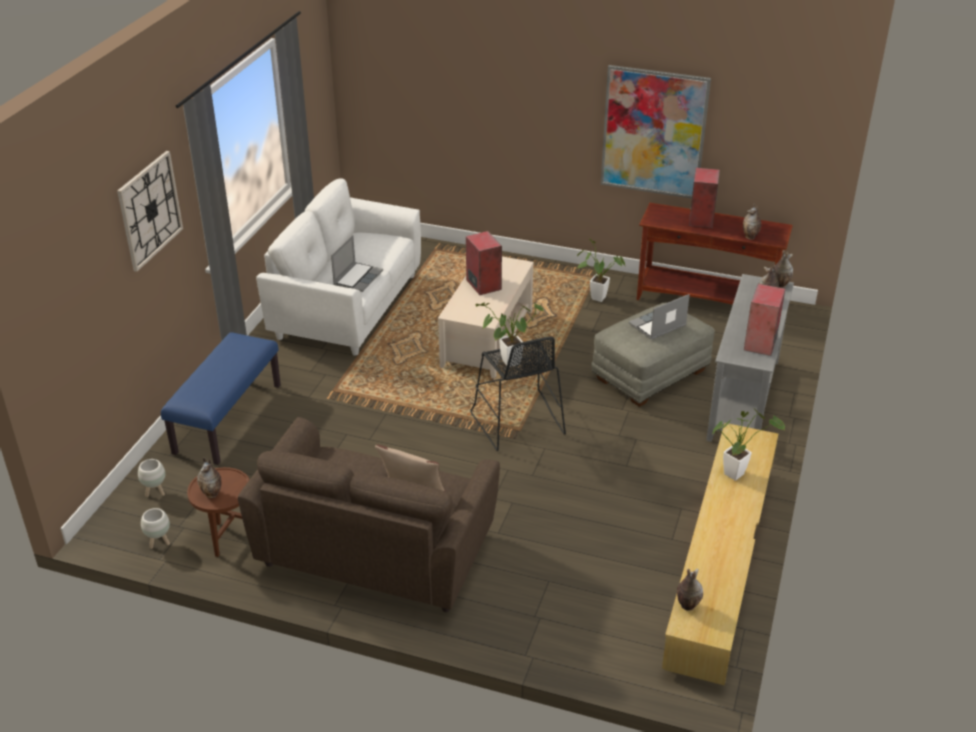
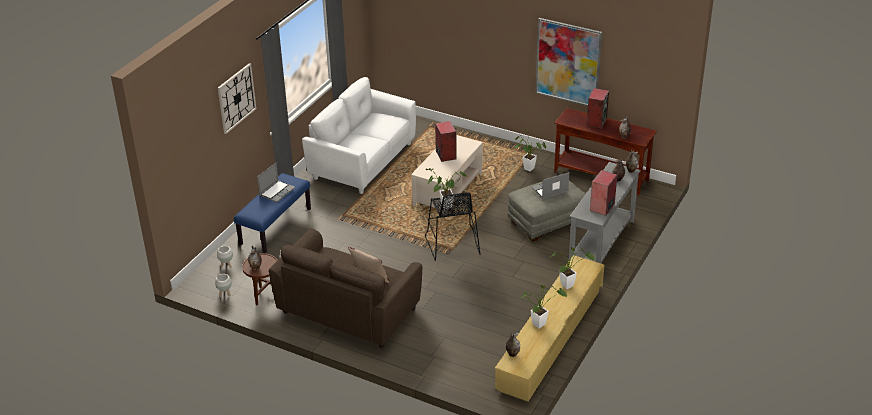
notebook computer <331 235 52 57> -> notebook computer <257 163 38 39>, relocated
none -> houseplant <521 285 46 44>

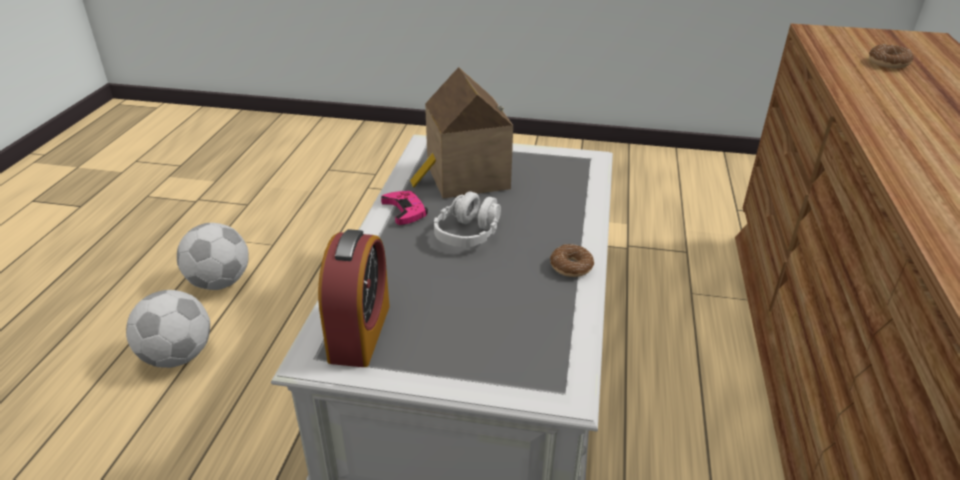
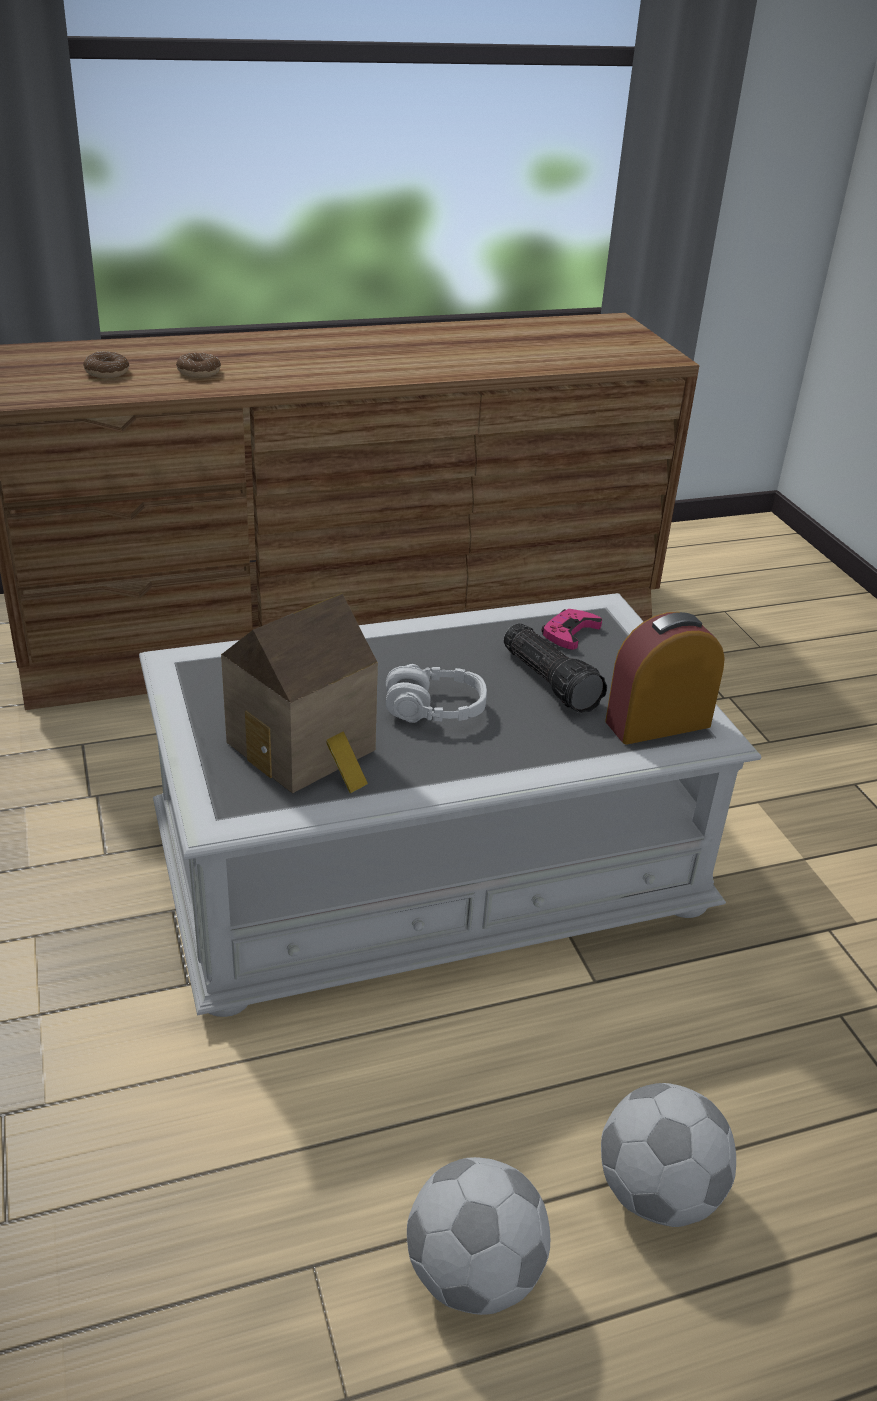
pinkish game controller <381 191 47 34> -> pinkish game controller <542 609 60 41>, relocated
donut <550 244 44 33> -> donut <176 353 45 25>, relocated
none -> hand torch <504 624 103 89>

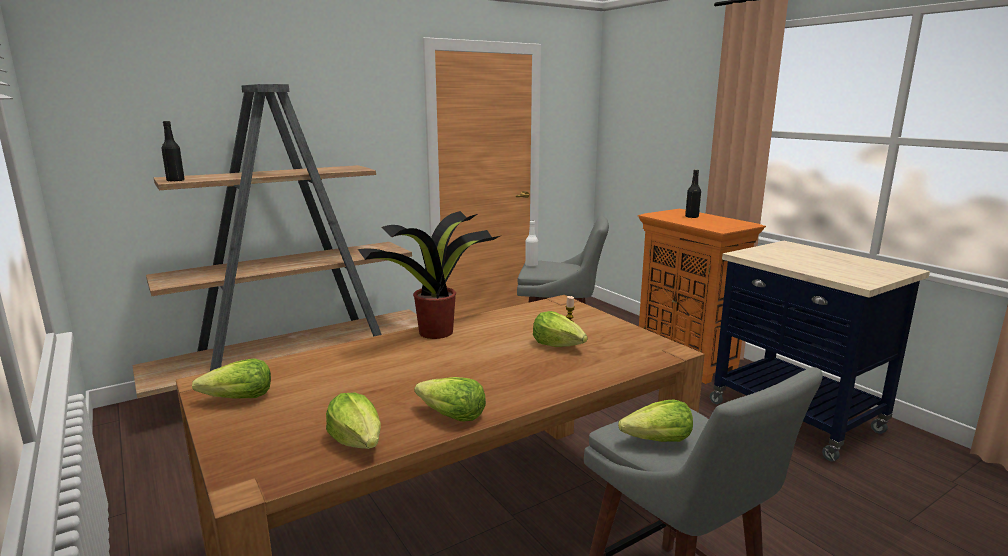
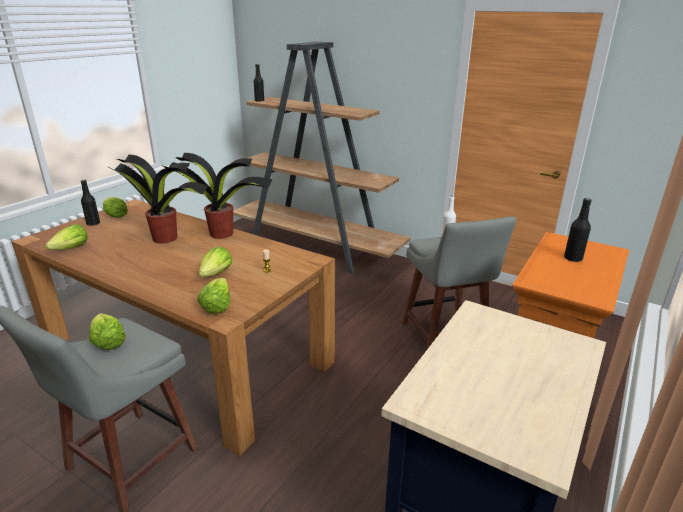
head of lettuce <414 377 72 44> -> head of lettuce <197 278 34 36>, relocated
none -> houseplant <106 155 102 88>
none -> black-coloured bottle <81 180 19 46>

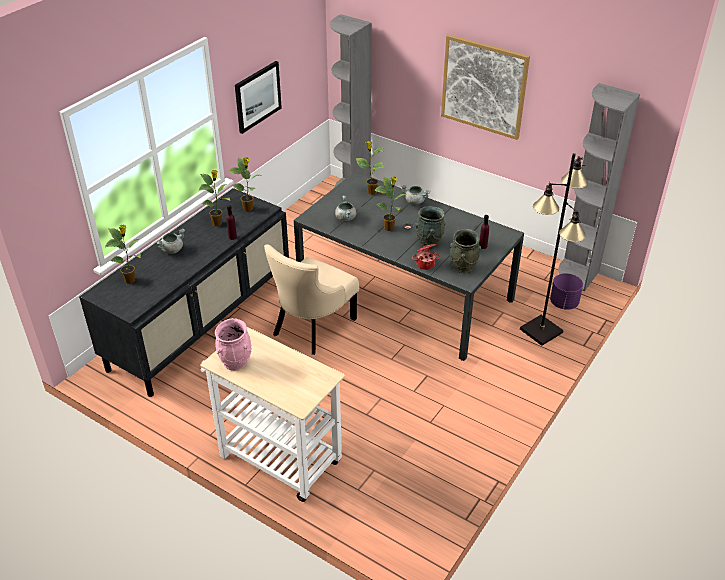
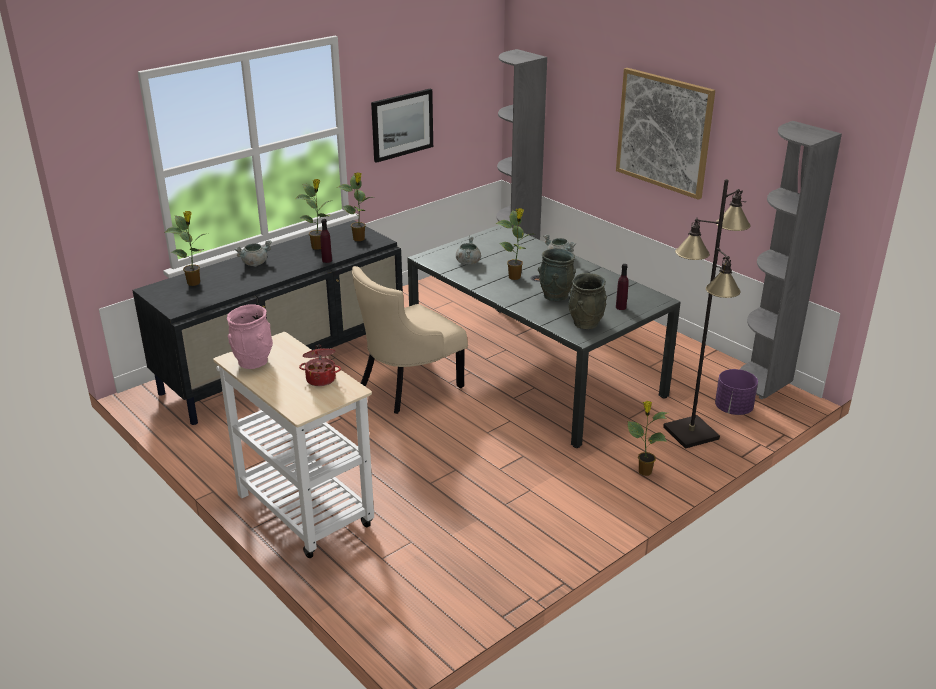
houseplant <356 141 29 54> -> houseplant <627 401 40 75>, relocated
stockpot <412 242 28 28> -> stockpot <299 345 42 41>, relocated

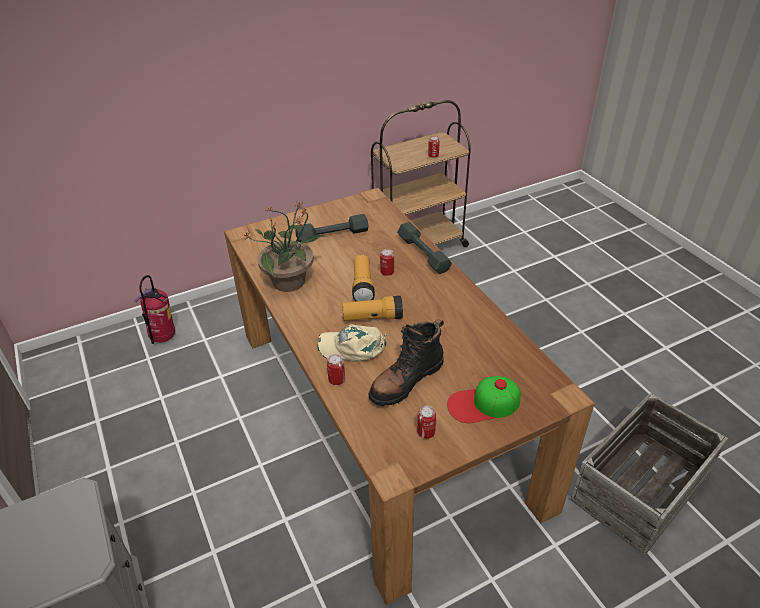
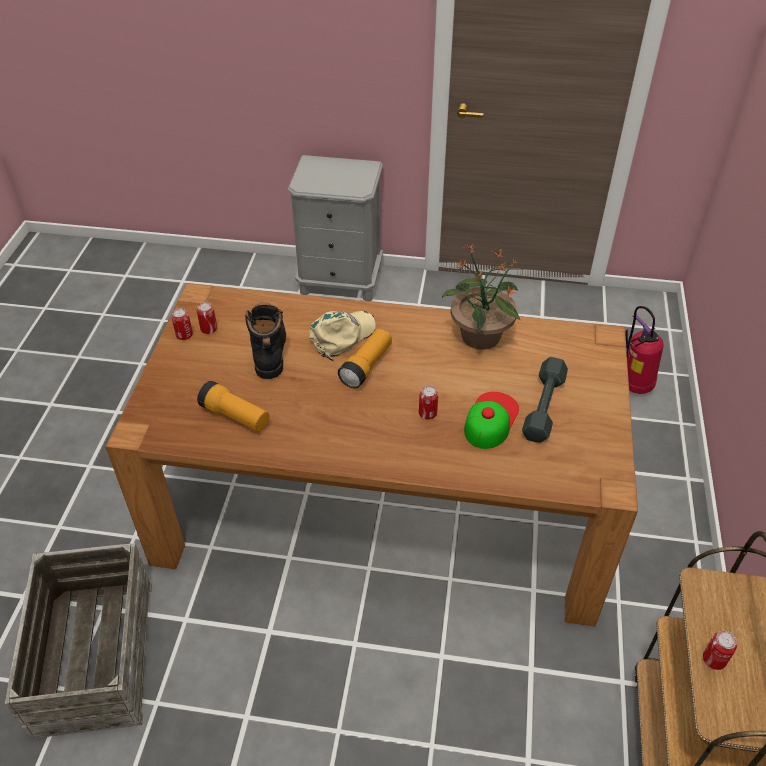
grey hand weight <397 222 55 52> -> none
hand torch <352 255 23 46> -> hand torch <197 381 72 51>, relocated
metal can <327 354 18 31> -> metal can <172 308 21 32>, relocated
peaked cap <447 376 73 47> -> peaked cap <464 392 55 57>, relocated

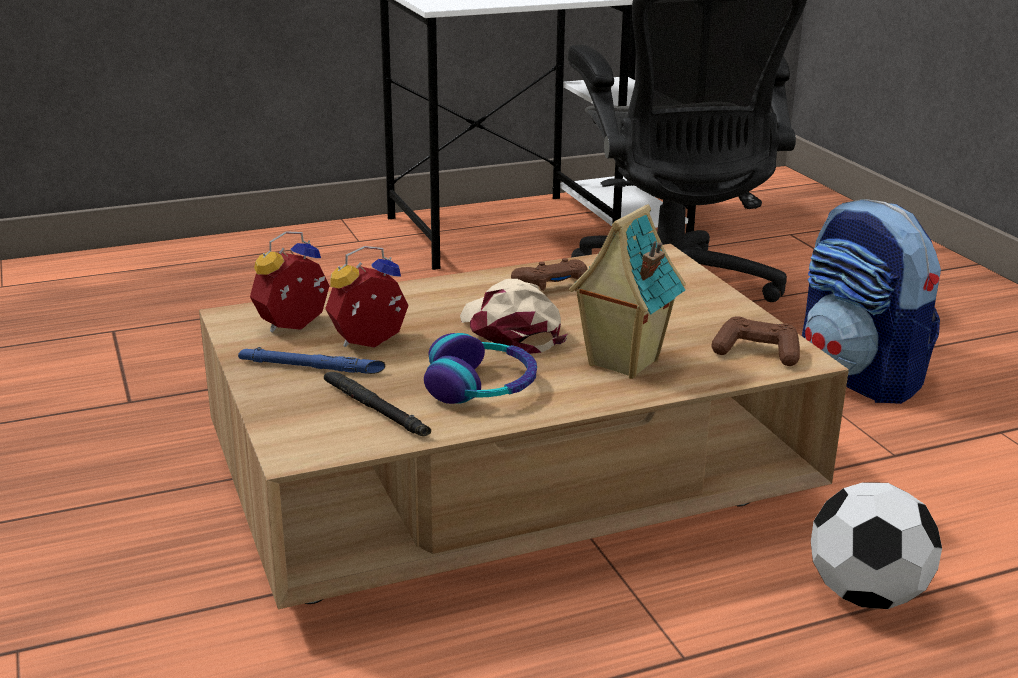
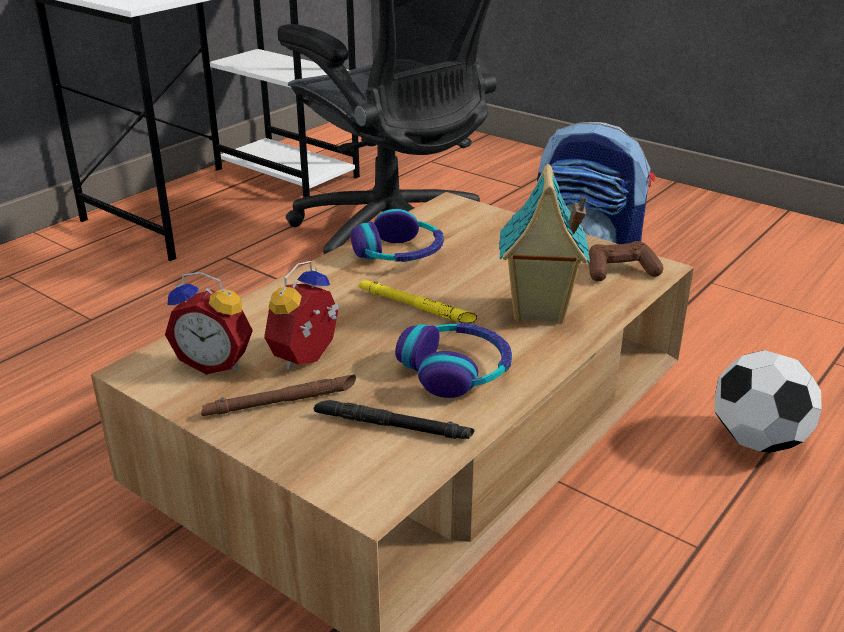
alarm clock <250 231 80 101> -> alarm clock <165 272 88 102>, 90 degrees counterclockwise
brown game controller <511 258 76 33> -> headset <351 209 93 53>
sand-coloured peaked cap <460 279 108 75> -> yellow-coloured hand torch <359 280 118 43>
blue hand torch <238 347 147 27> -> brown hand torch <201 374 155 42>

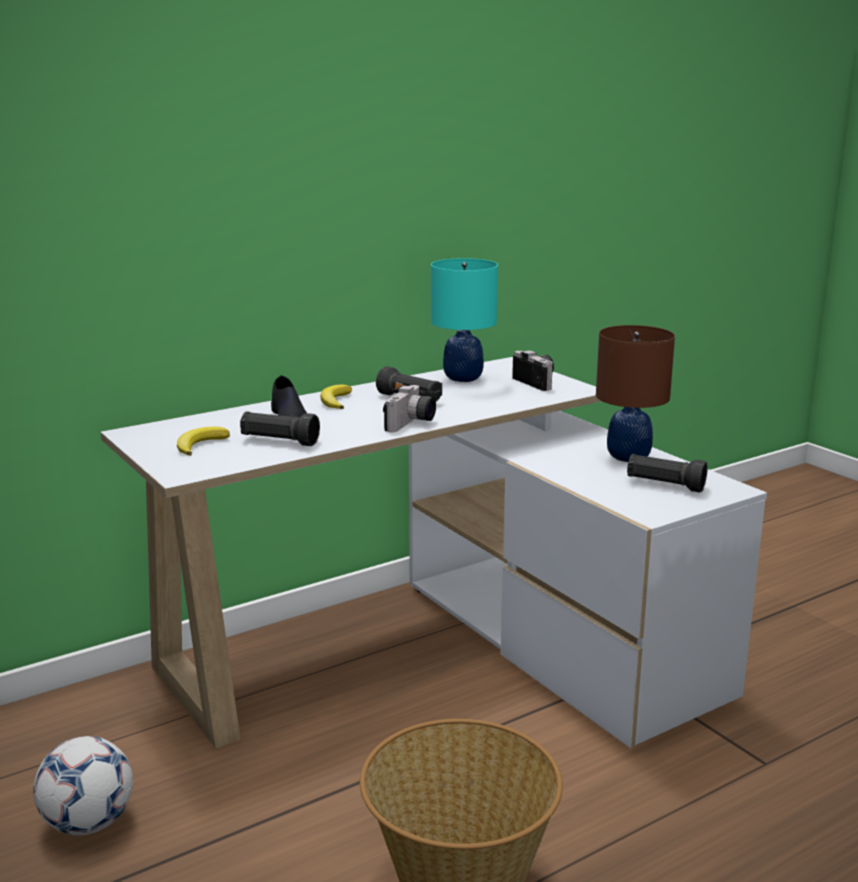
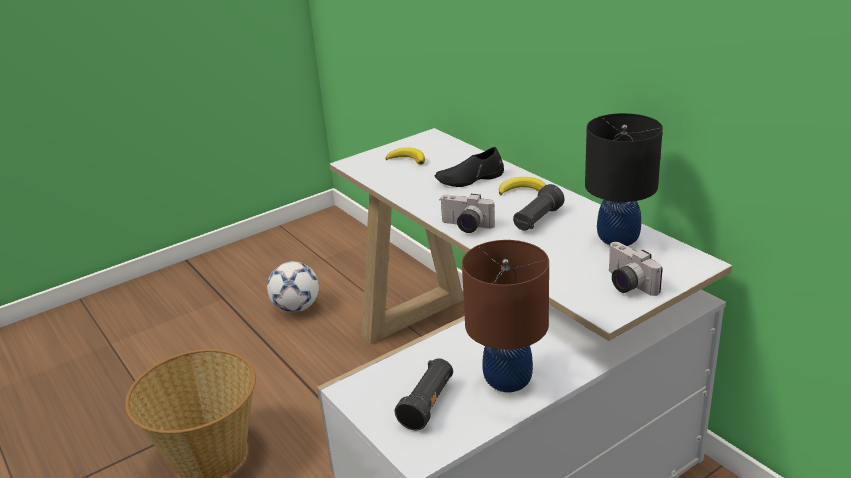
turquoise table lamp <431 258 67 124> -> black-coloured table lamp <585 113 78 133>
photo camera <512 350 42 41> -> photo camera <609 242 54 54>, 90 degrees clockwise
black-coloured hand torch <240 411 80 35> -> none

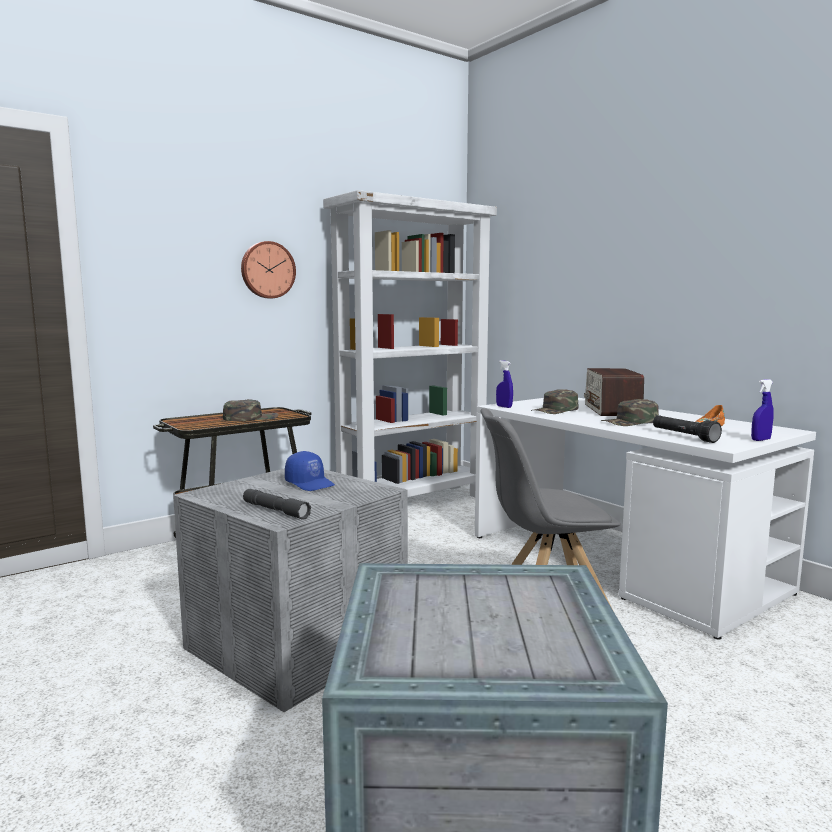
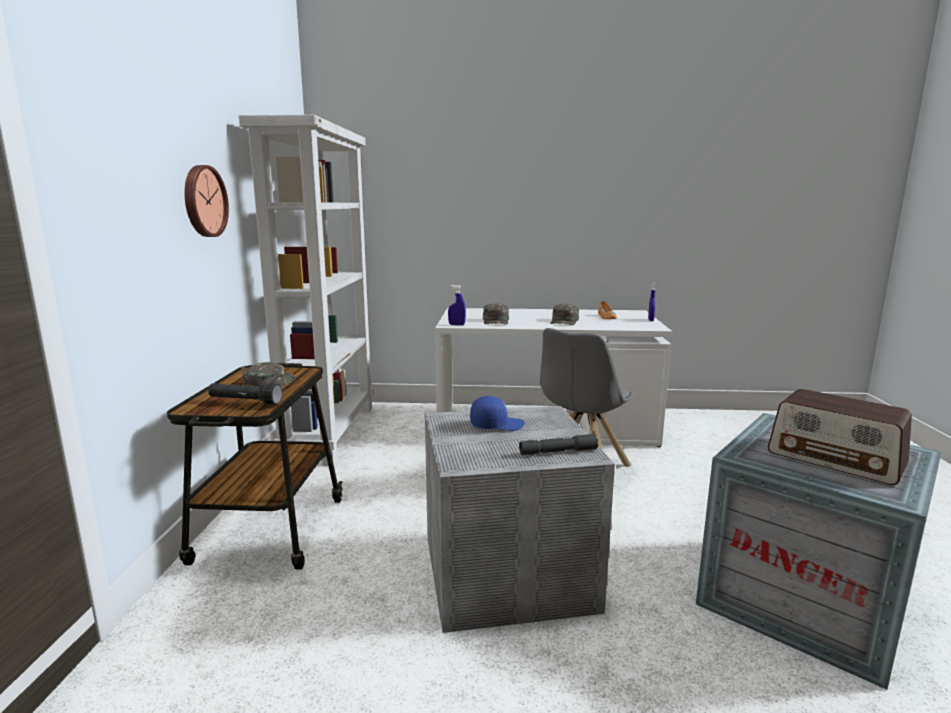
radio <584 368 60 48> -> radio <768 389 144 96>, relocated
black-coloured hand torch <653 415 69 28> -> black-coloured hand torch <208 383 75 22>, relocated

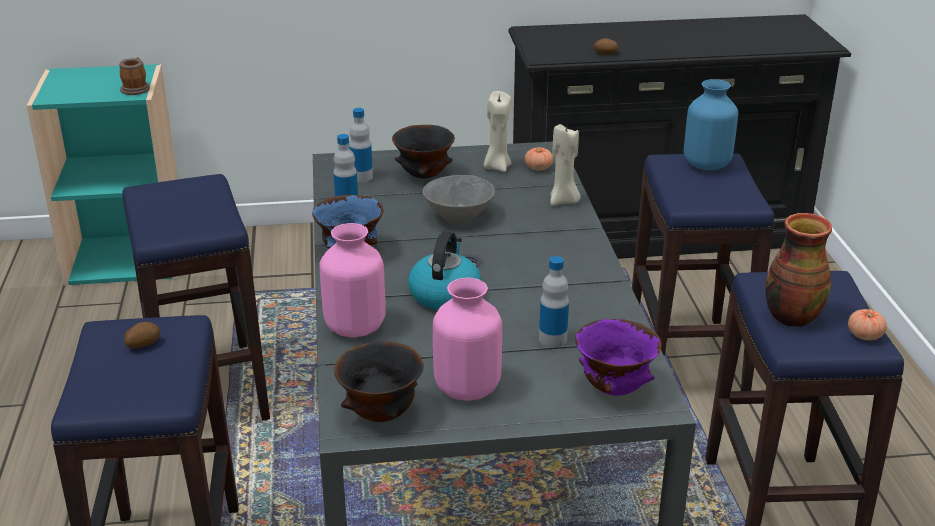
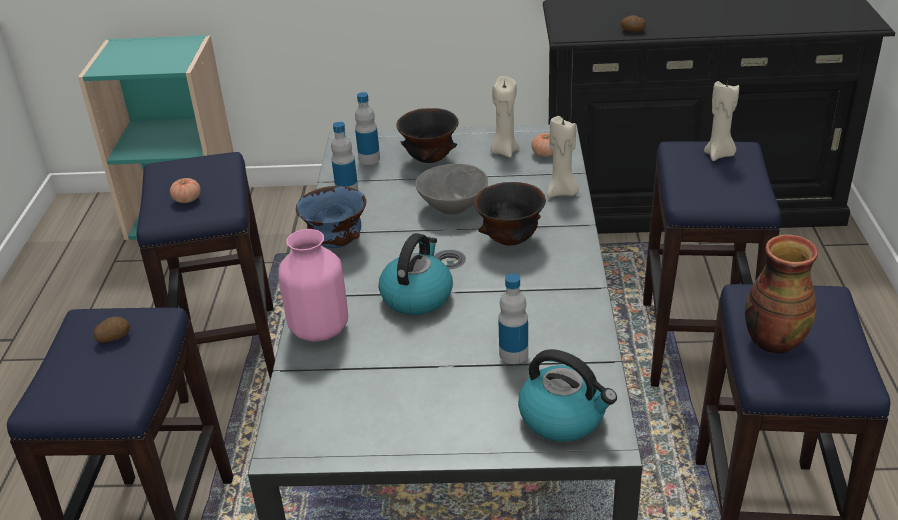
mug <119 58 31 37> -> none
blue decorative vase <684 79 54 91> -> sand-coloured wax light <704 81 35 80>
pinkish decorative vase <433 278 69 123> -> none
fresh tomato <848 309 39 31> -> fresh tomato <170 178 31 25>, relocated
purplish bowl <575 319 86 77> -> tea kettle <518 349 99 93>
black-coloured bowl <334 342 90 80> -> black-coloured bowl <474 182 72 64>, relocated

